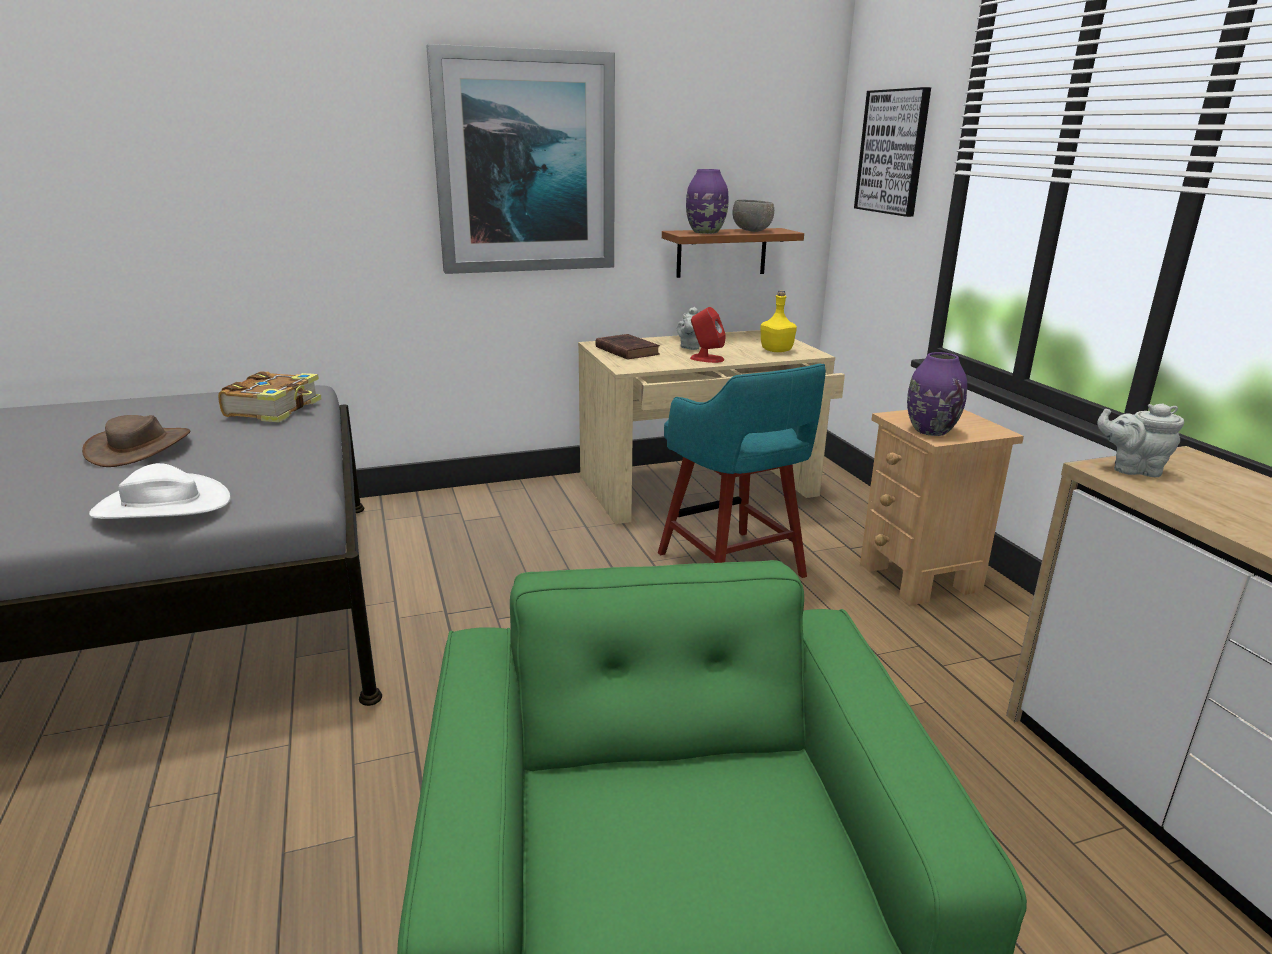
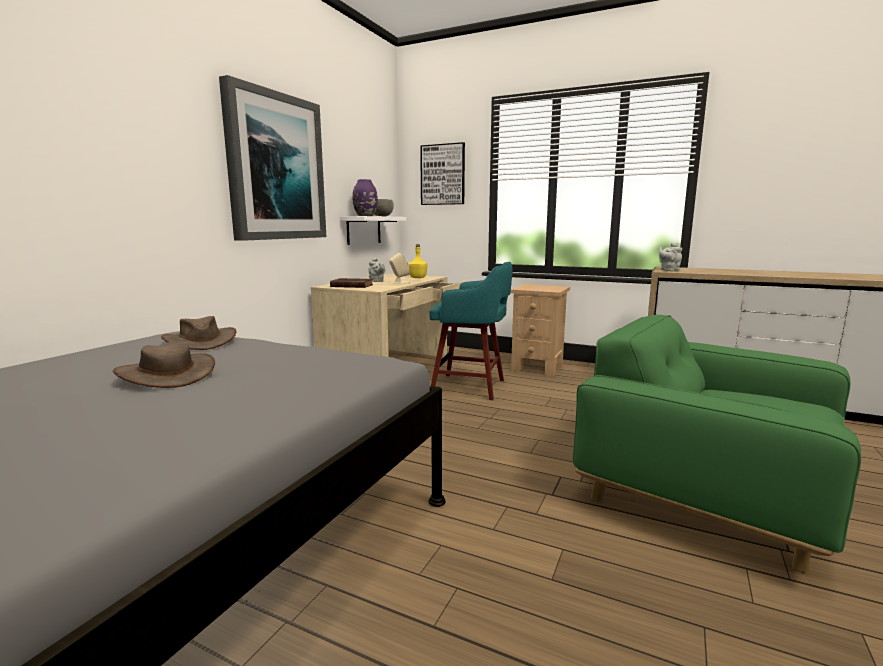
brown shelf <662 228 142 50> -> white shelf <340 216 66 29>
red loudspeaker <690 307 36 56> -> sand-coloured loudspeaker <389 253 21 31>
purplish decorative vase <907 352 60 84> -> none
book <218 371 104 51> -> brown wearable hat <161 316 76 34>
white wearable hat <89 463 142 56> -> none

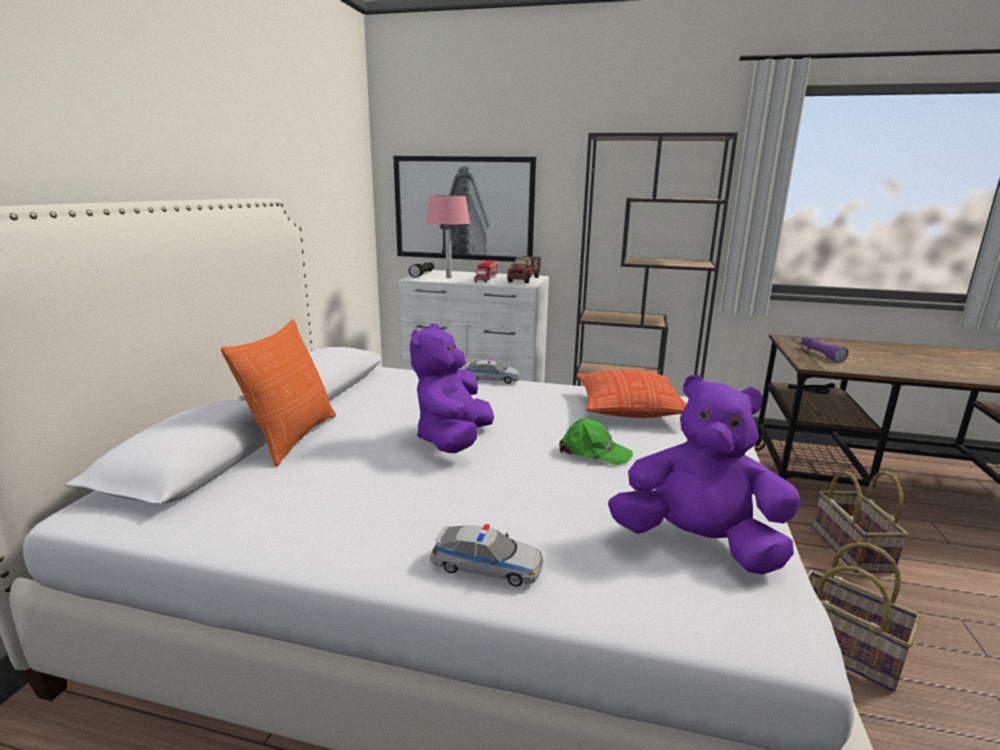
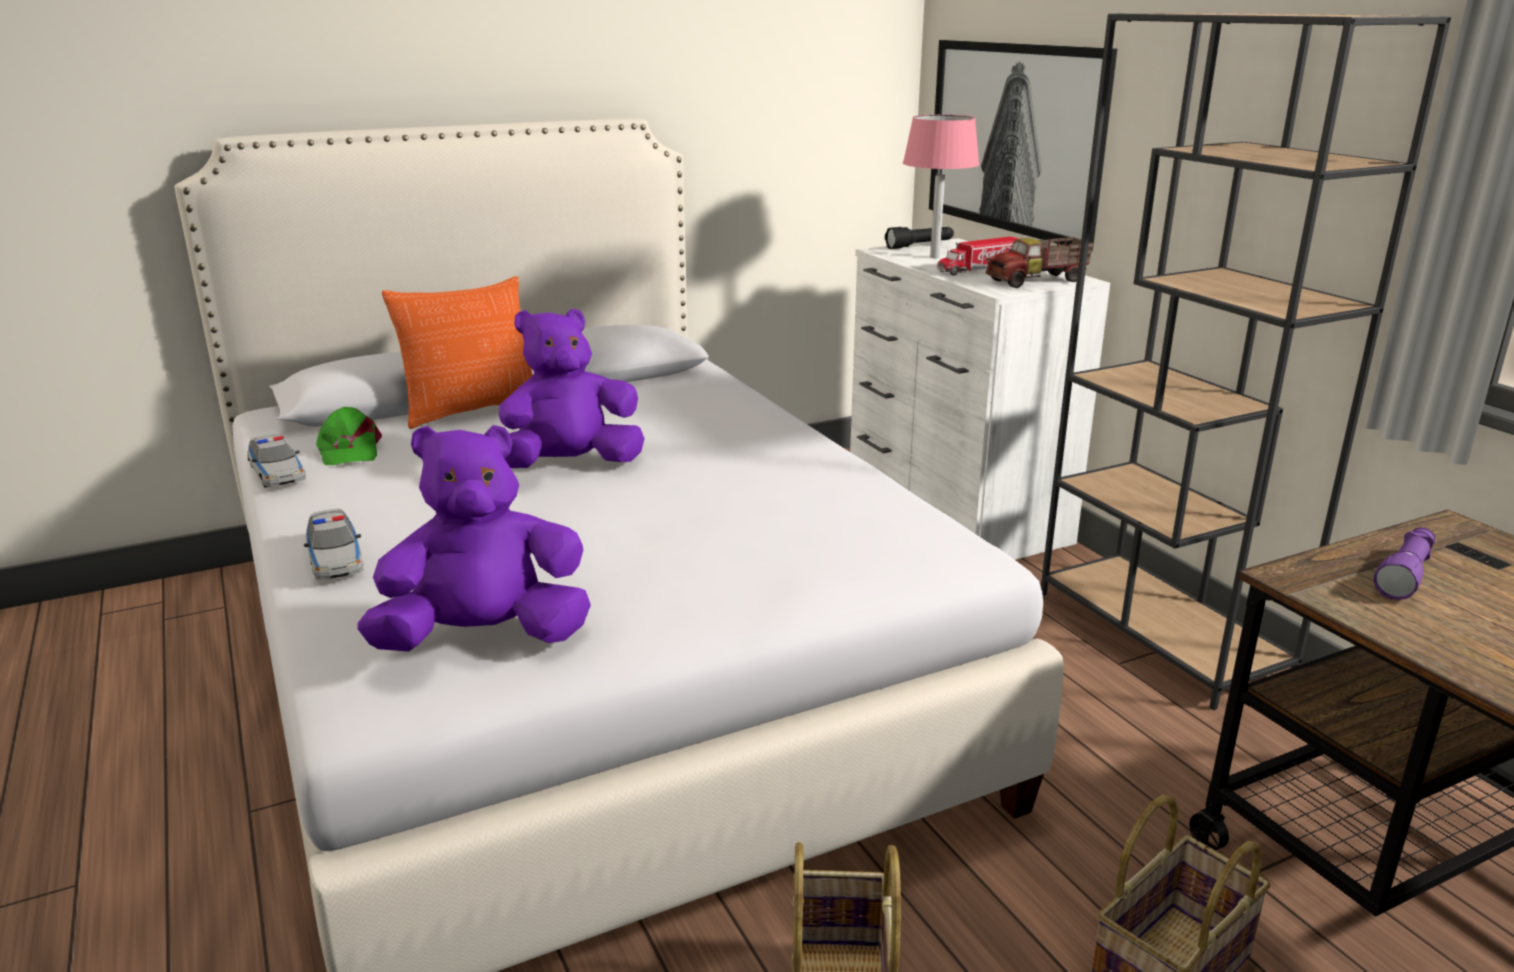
miniature car <465 358 55 26> -> miniature car <247 434 59 54>, relocated
orangey throw pillow <577 369 110 49> -> none
purplish cuddly toy <608 375 193 200> -> purplish cuddly toy <358 425 233 227>, 90 degrees counterclockwise
green-coloured peaked cap <559 418 74 47> -> green-coloured peaked cap <316 407 66 58>, relocated

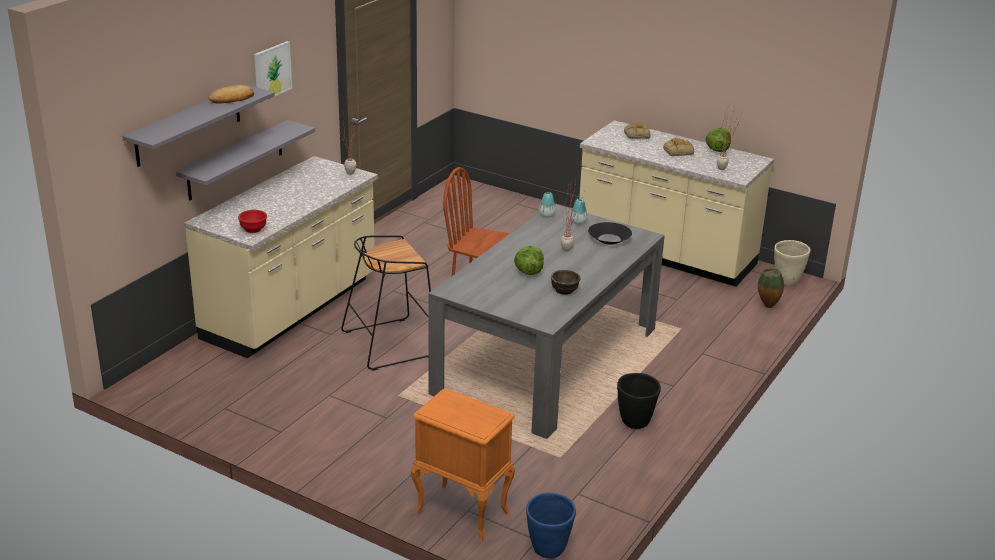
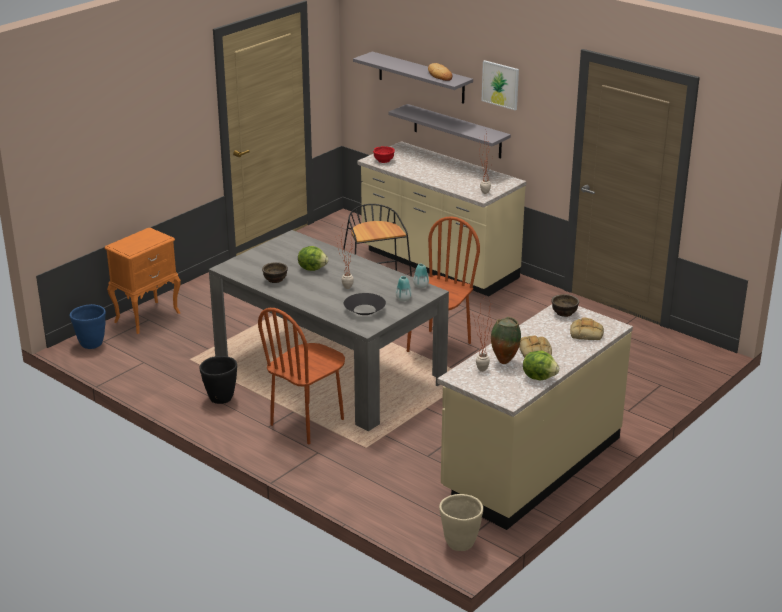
decorative vase <758 268 26 40> -> decorative vase <491 317 30 47>, relocated
none -> brown bowl <551 294 28 23>
none -> brown chair <258 308 87 136>

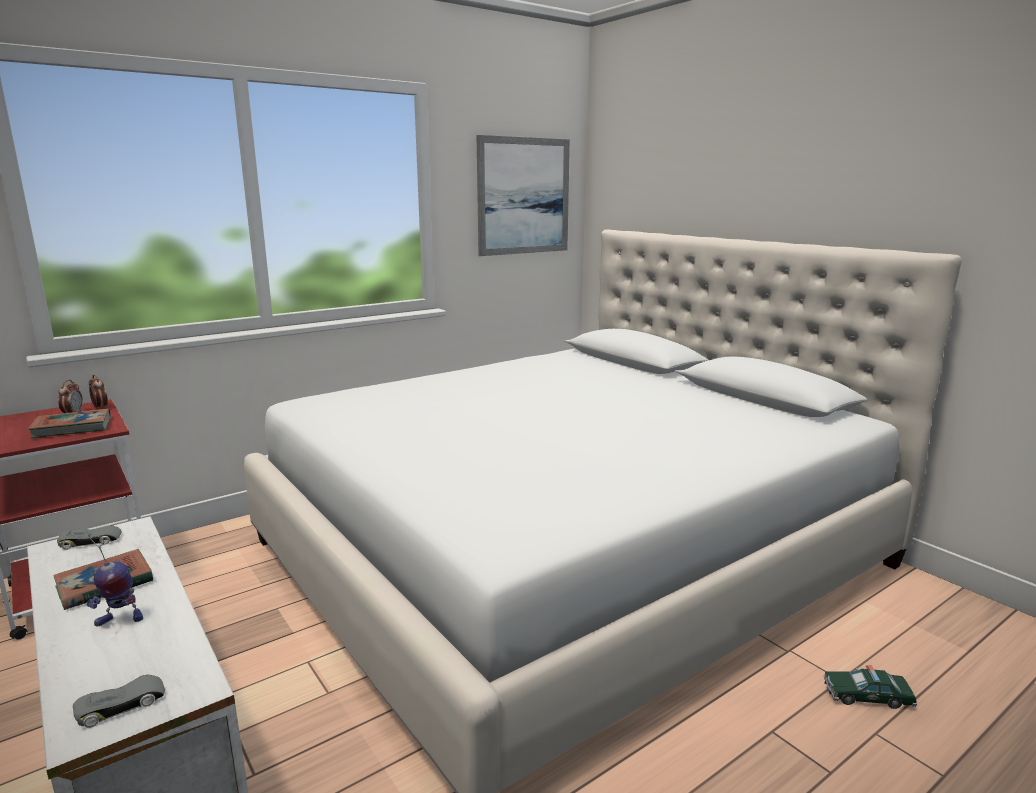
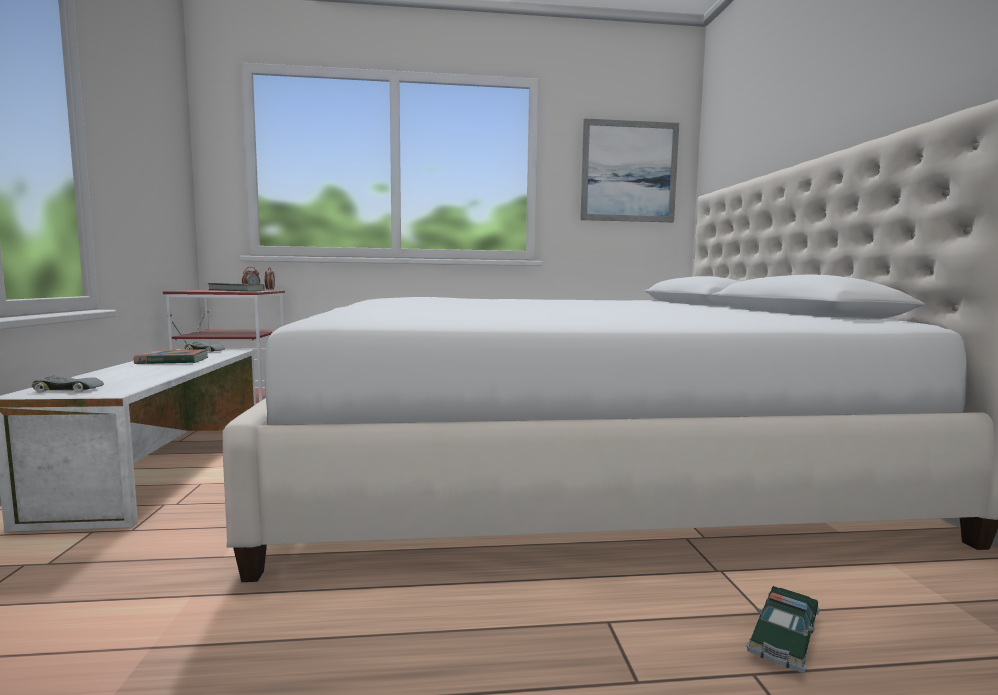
toy robot <87 534 56 93> -> none
miniature car <824 665 93 44> -> miniature car <746 586 75 87>, 90 degrees counterclockwise

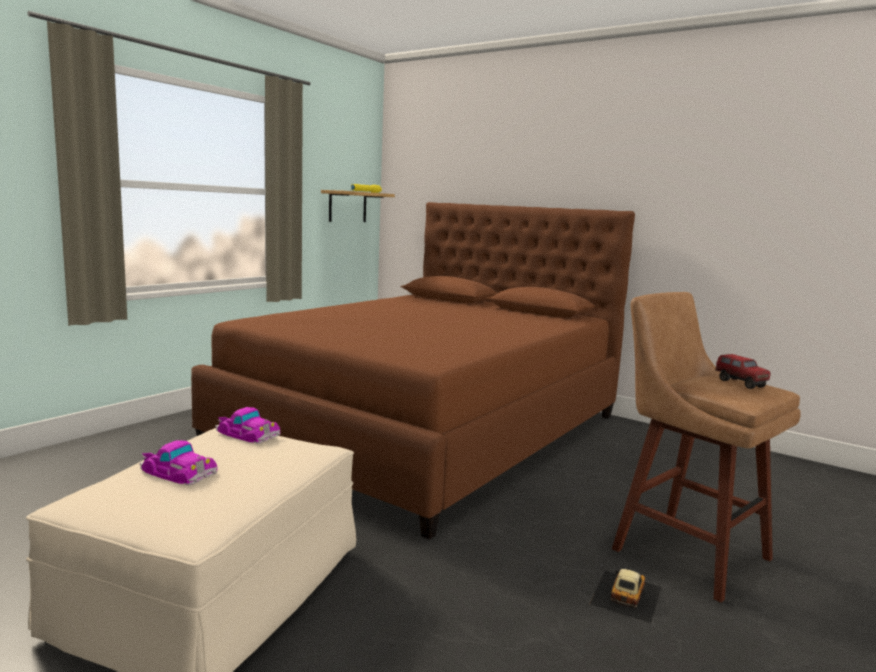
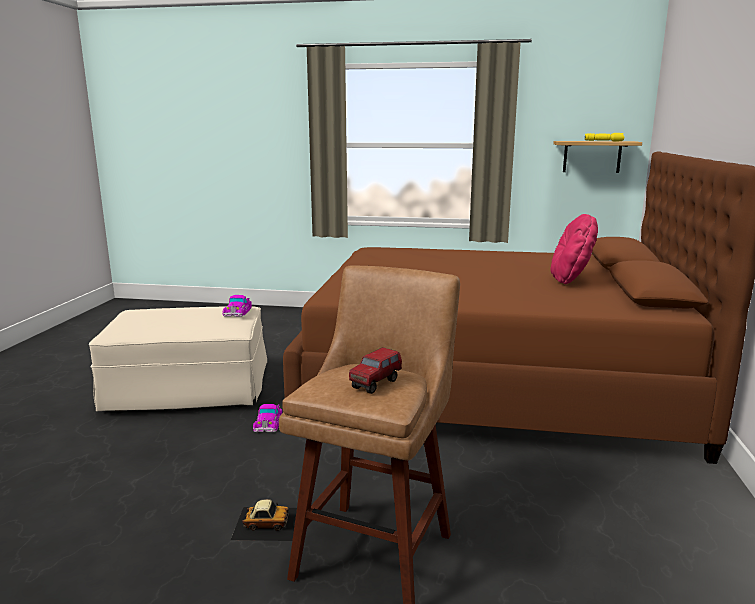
miniature car <139 440 79 45> -> miniature car <253 404 29 28>, relocated
none -> pinkish throw pillow <550 214 48 70>

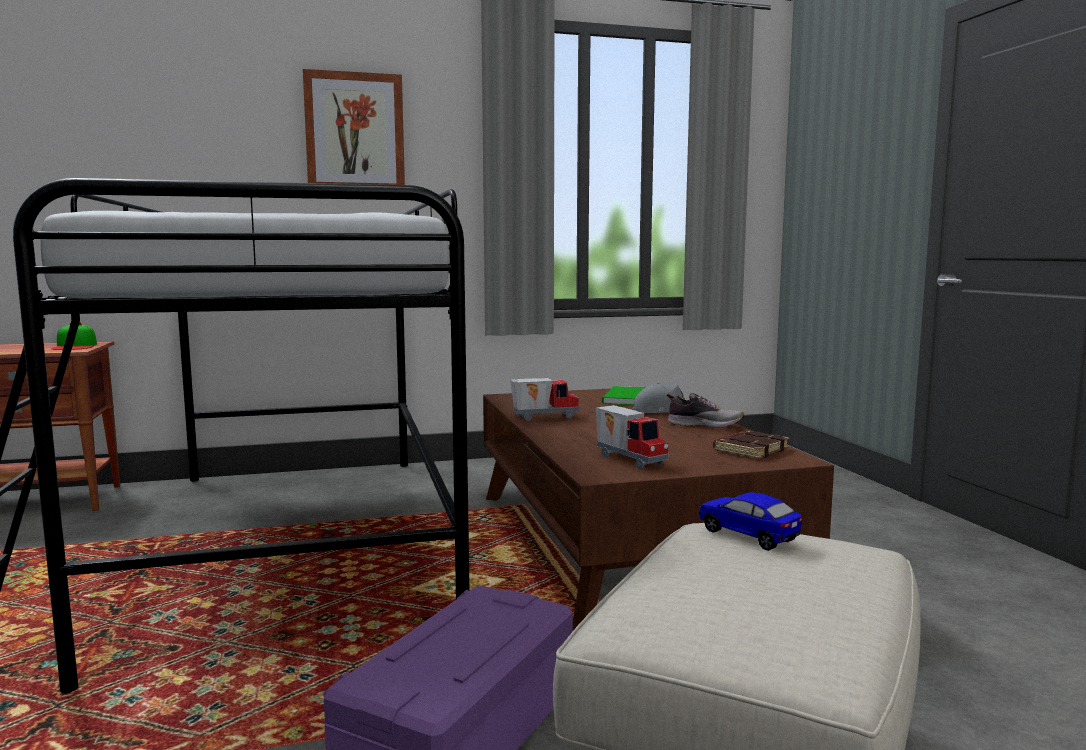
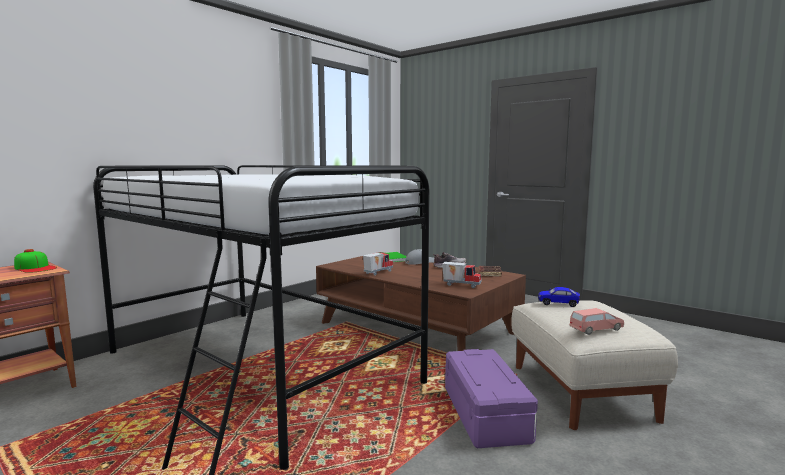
wall art <303 69 102 116> -> none
none -> pinkish miniature car <570 308 54 27>

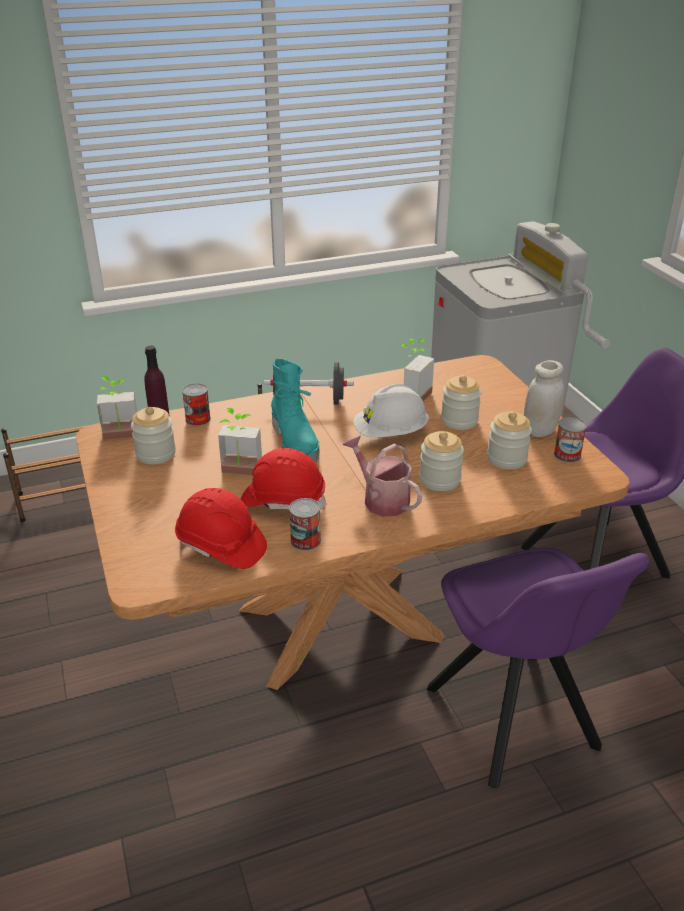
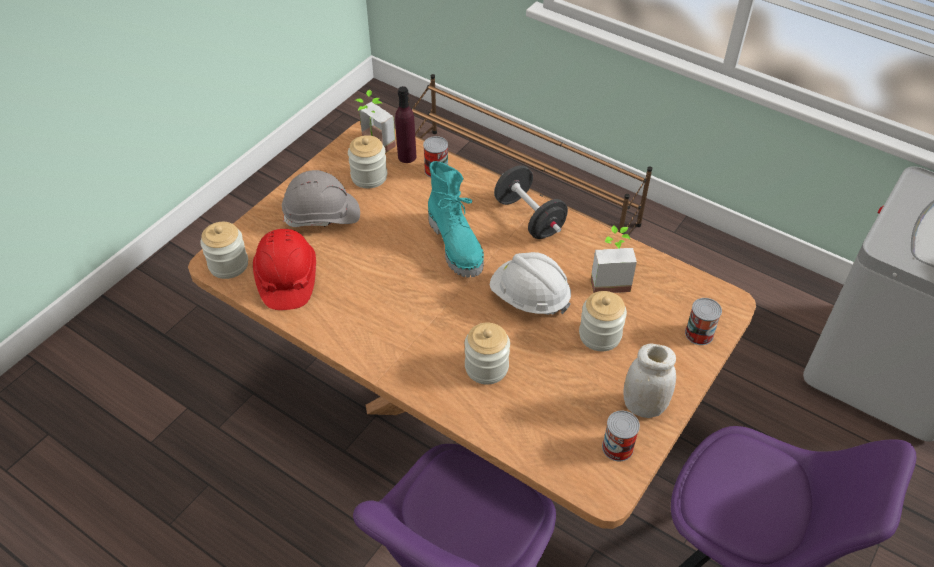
turquoise boot <271 359 48 103> -> turquoise boot <428 161 56 117>, 60 degrees counterclockwise
houseplant <218 408 44 67> -> none
preserve jar <487 411 45 58> -> preserve jar <200 222 48 57>, relocated
watering can <343 435 79 82> -> none
red hard hat <240 448 87 62> -> none
metal can <289 498 32 53> -> metal can <685 298 37 47>, relocated
none -> grey hard hat <282 170 78 57>

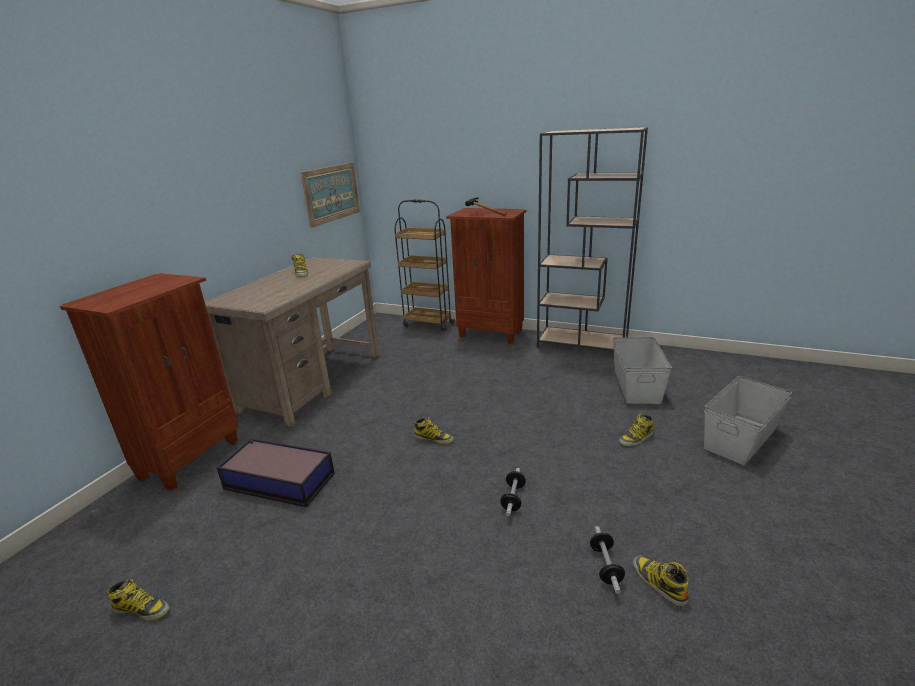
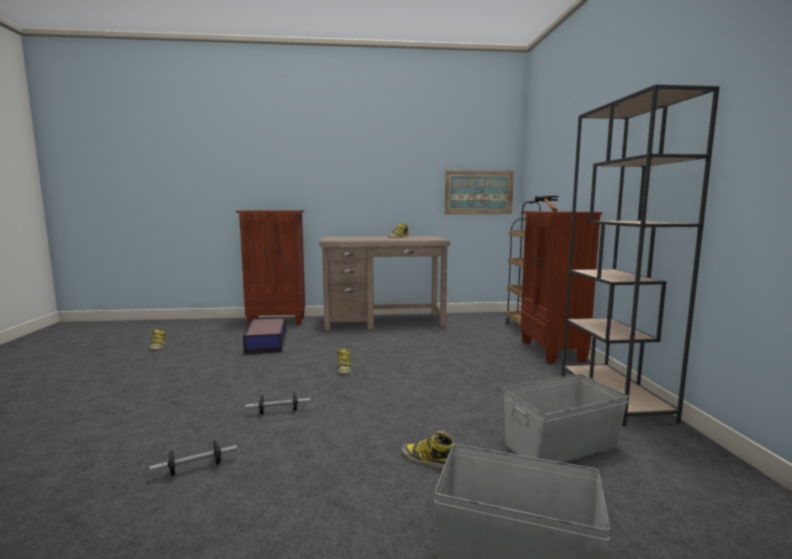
boot <633 556 56 50> -> none

